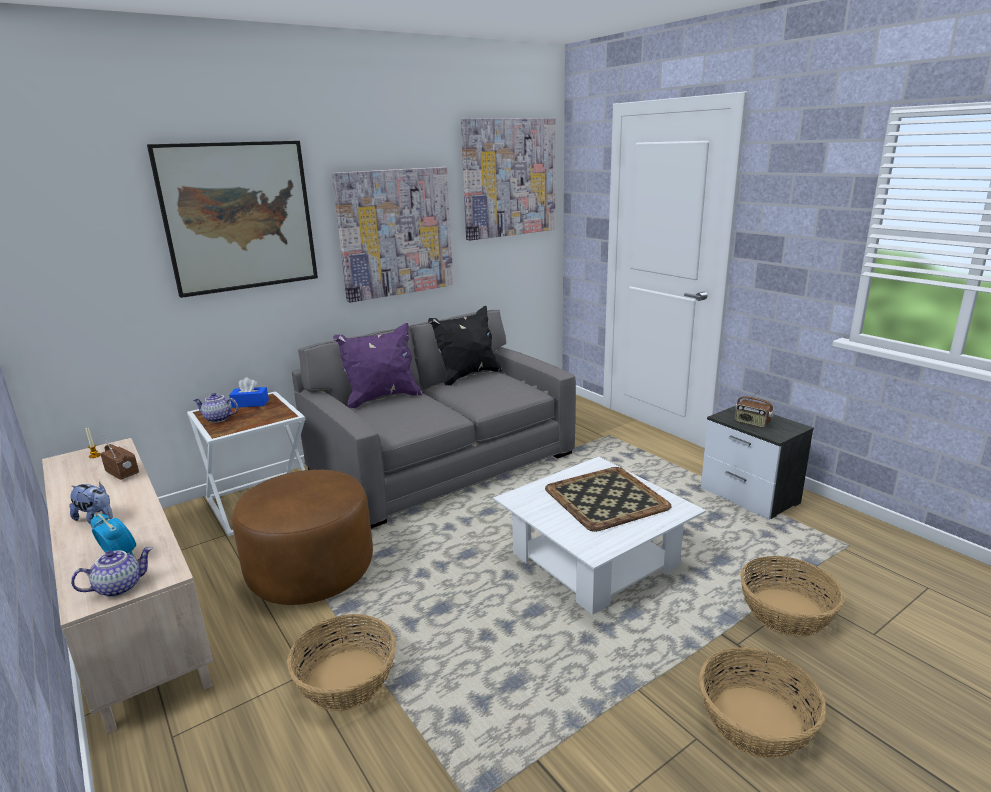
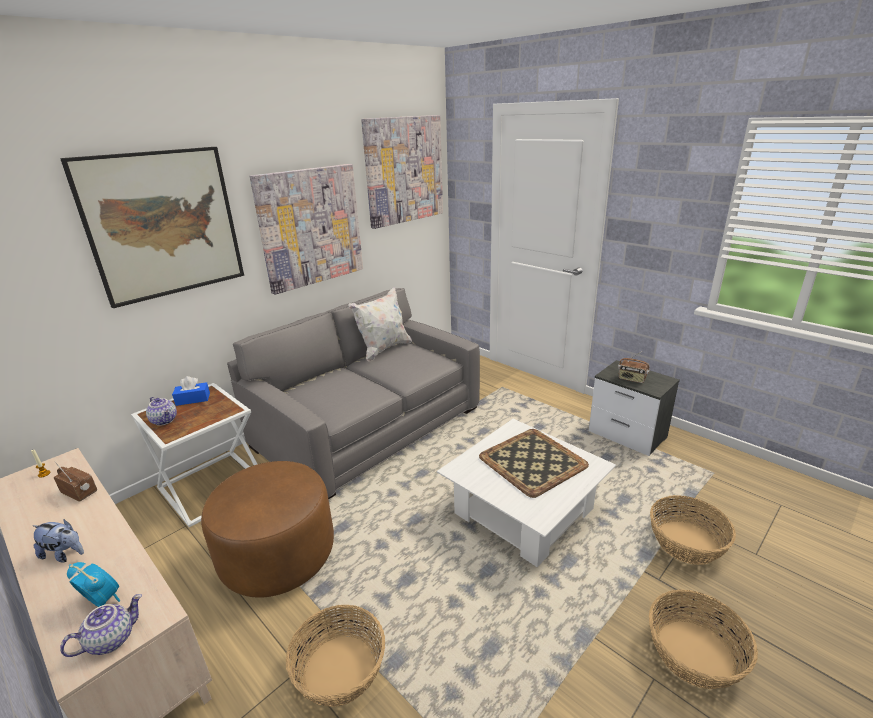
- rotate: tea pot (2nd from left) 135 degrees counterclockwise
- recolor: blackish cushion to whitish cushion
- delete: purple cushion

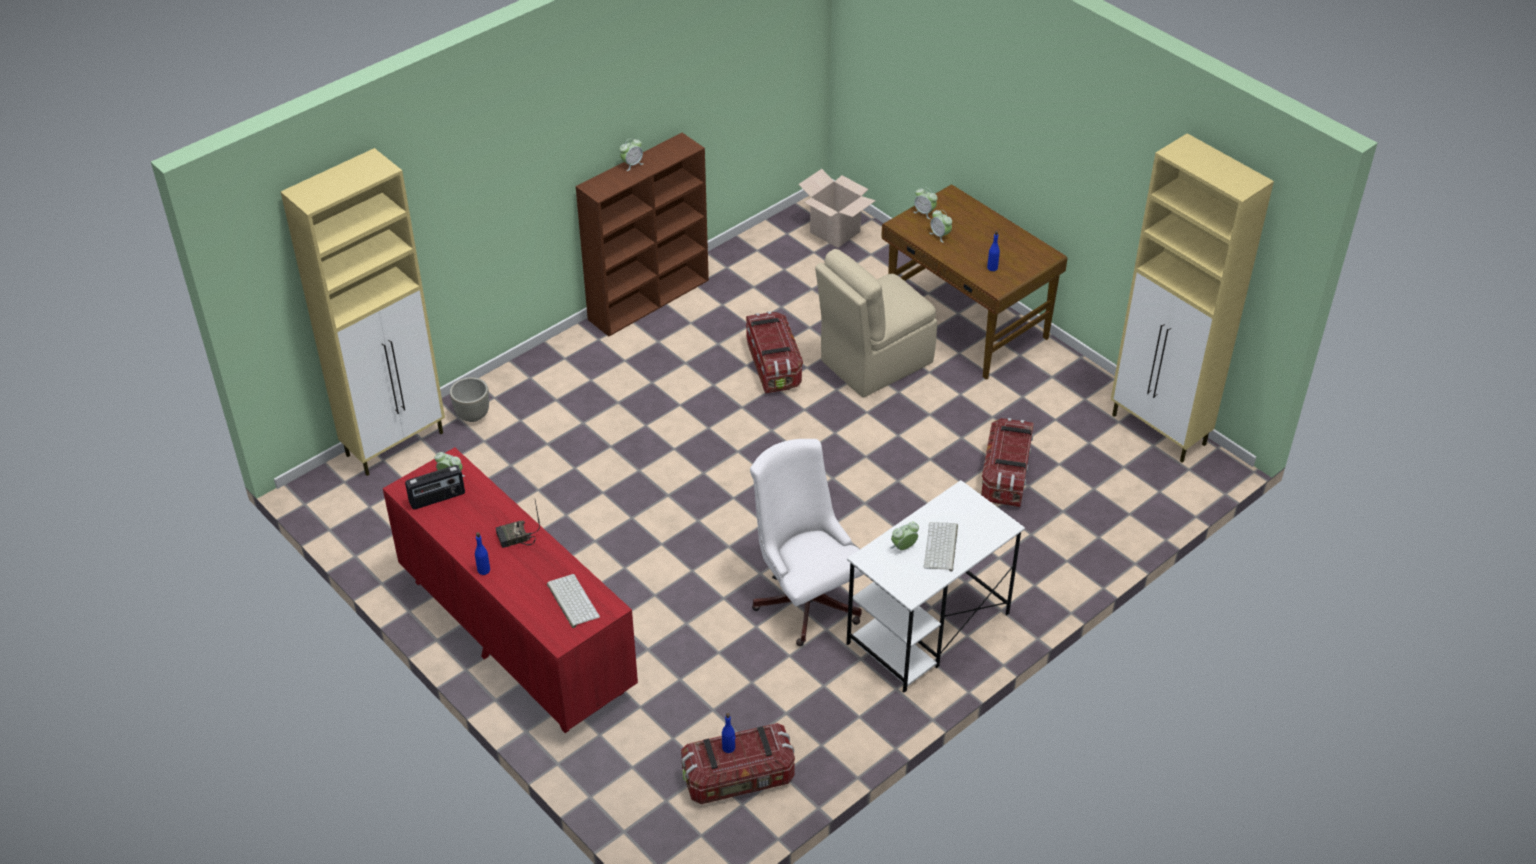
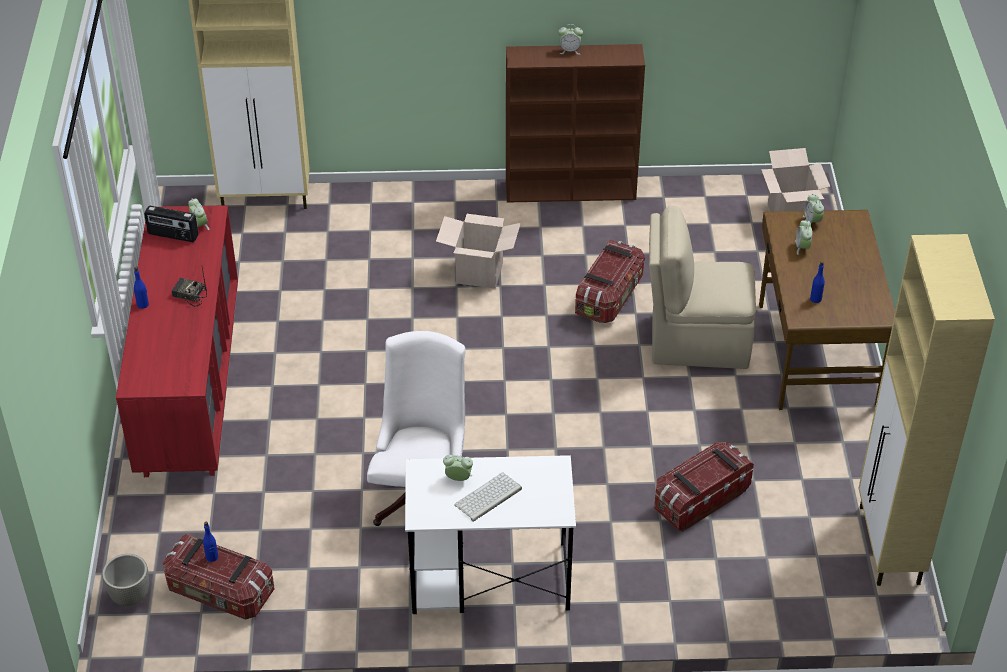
- move: greyish flower pot
- insert: carton (1st from left)
- delete: computer keyboard (1st from left)

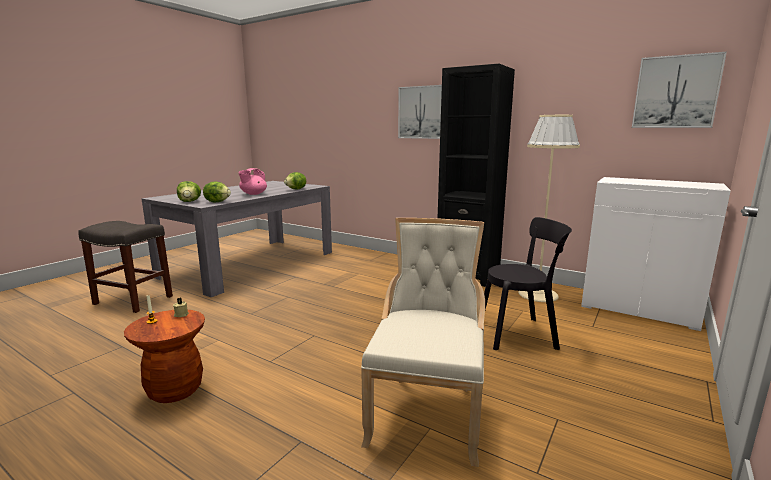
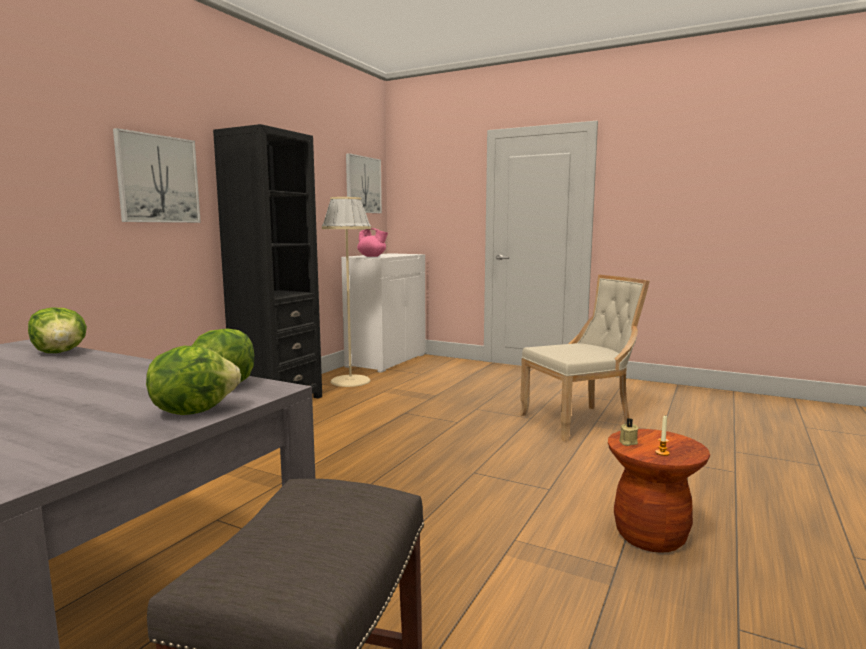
- move: pinkish tea pot
- rotate: beige upright chair 150 degrees clockwise
- delete: blackish upright chair

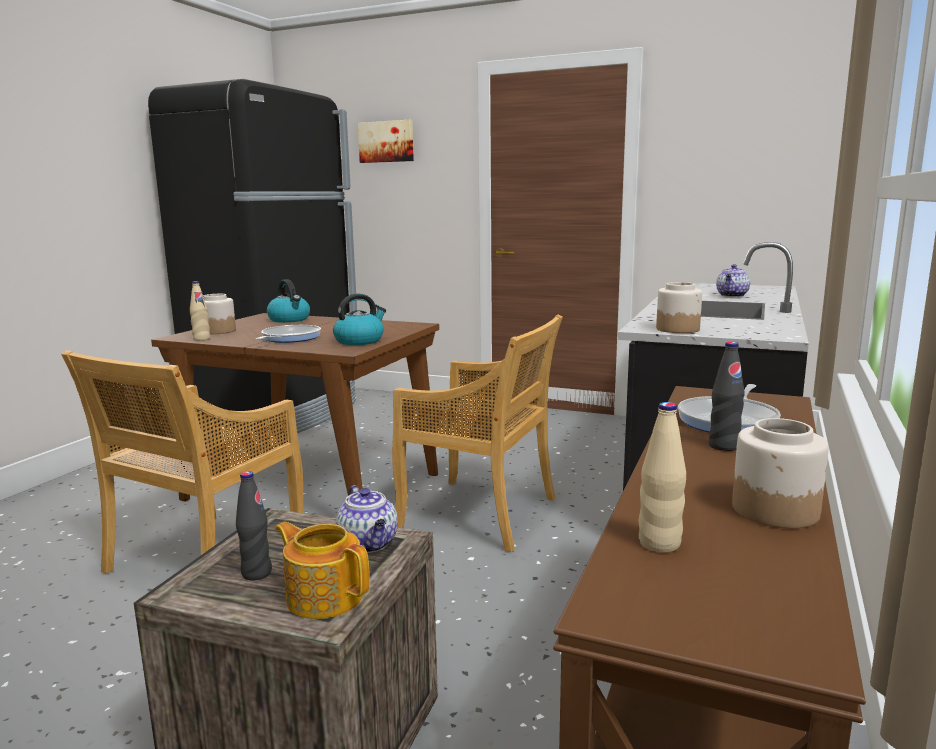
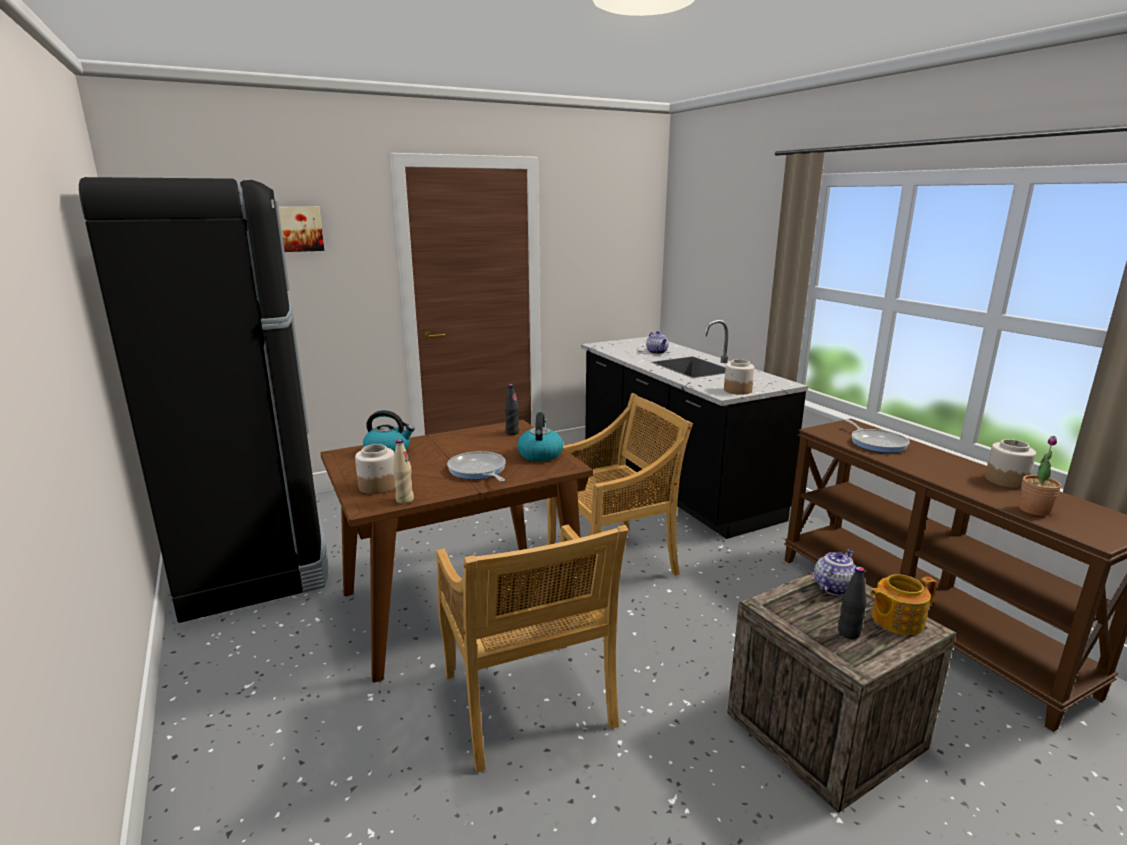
- move: blackish bottle (2nd from left in the first image) to blackish bottle (1st from left)
- rotate: tea pot (2nd from left) 60 degrees counterclockwise
- replace: beige bottle (2nd from left) to houseplant

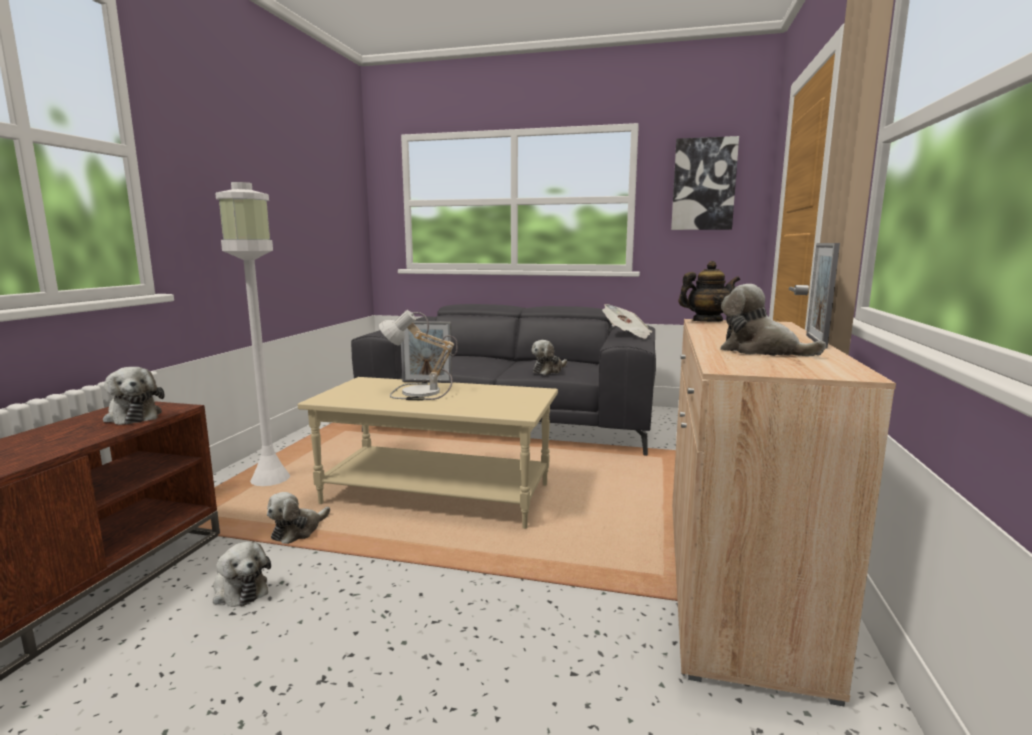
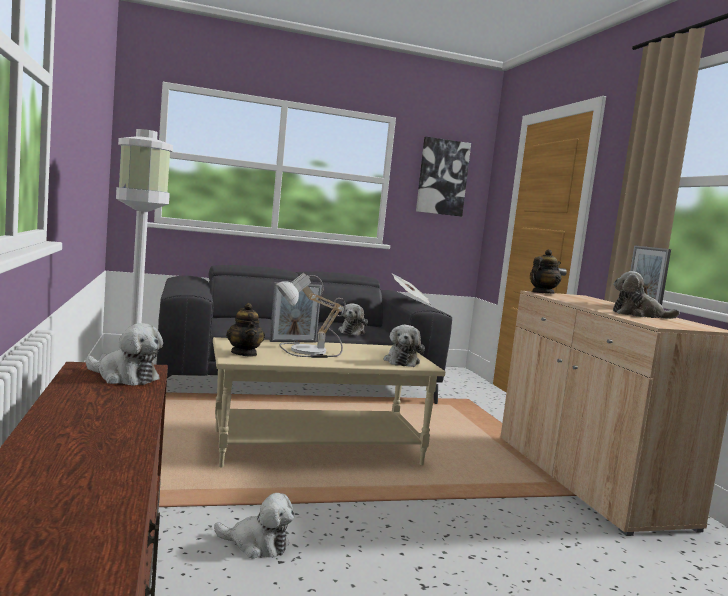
- insert: tea pot (1st from left)
- move: cuddly toy (3rd from left in the first image) to cuddly toy (4th from left)

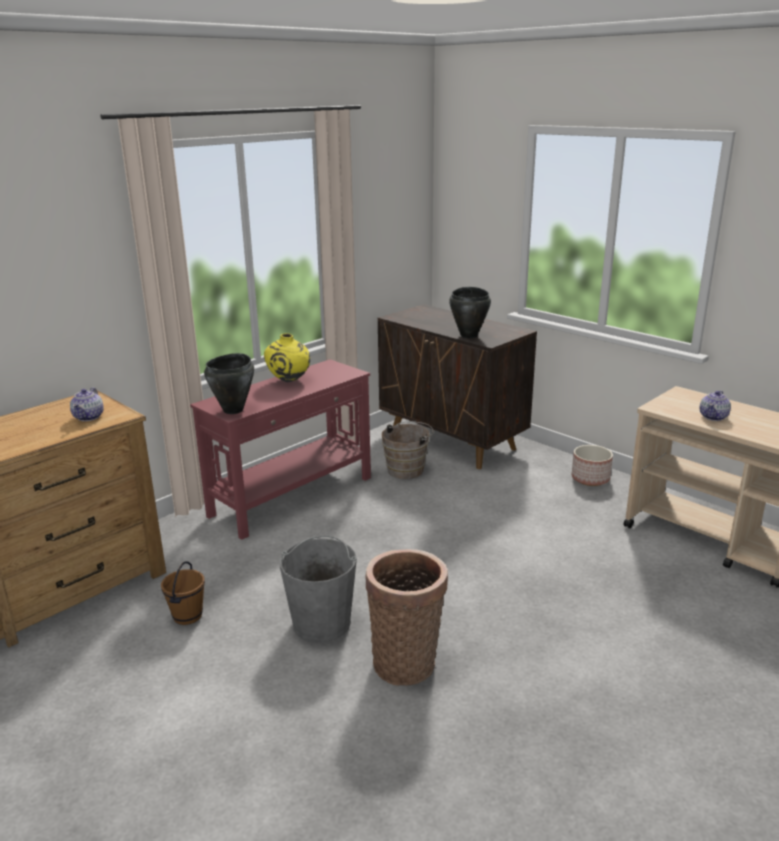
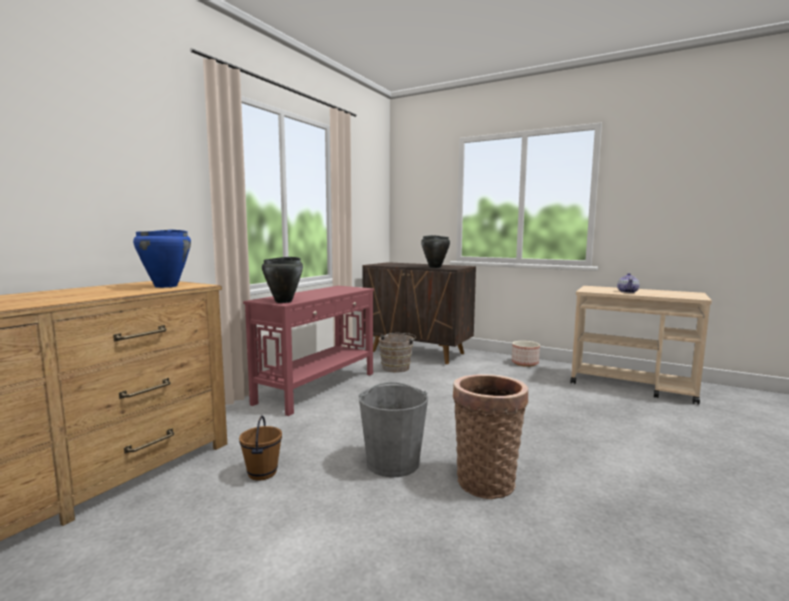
- replace: tea pot (1st from left) to bluish cooking pot
- delete: yellowish decorative vase

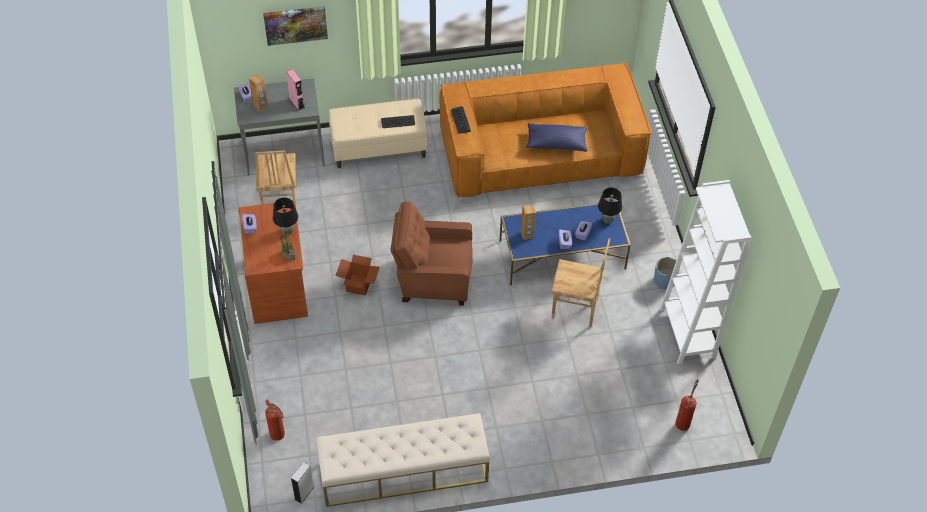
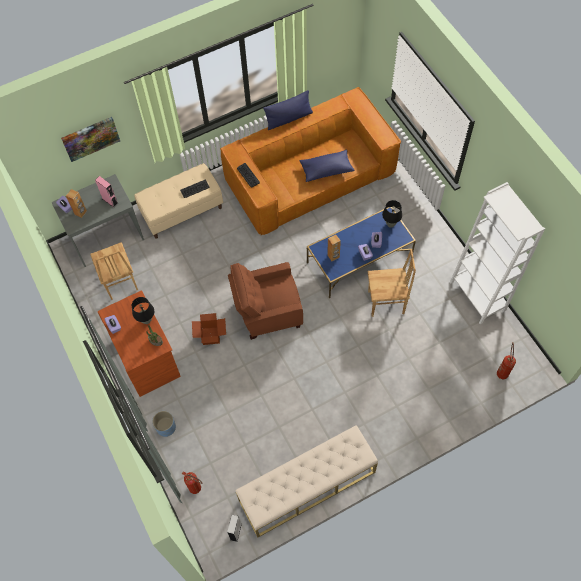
- move: bluish flower pot
- insert: bluish cushion (1st from left)

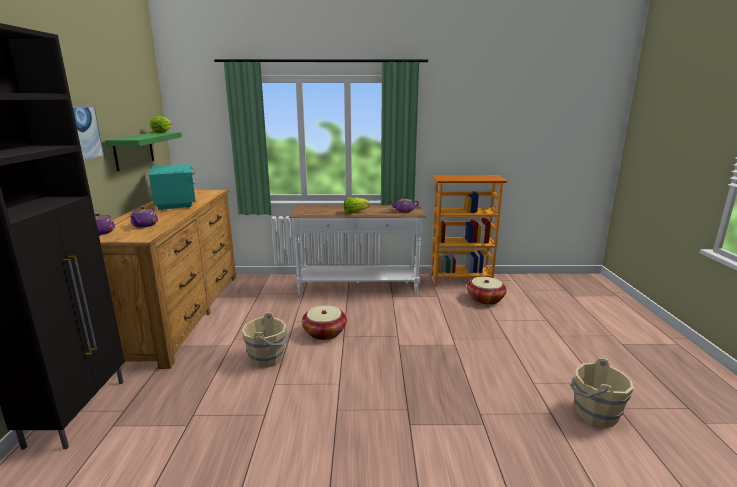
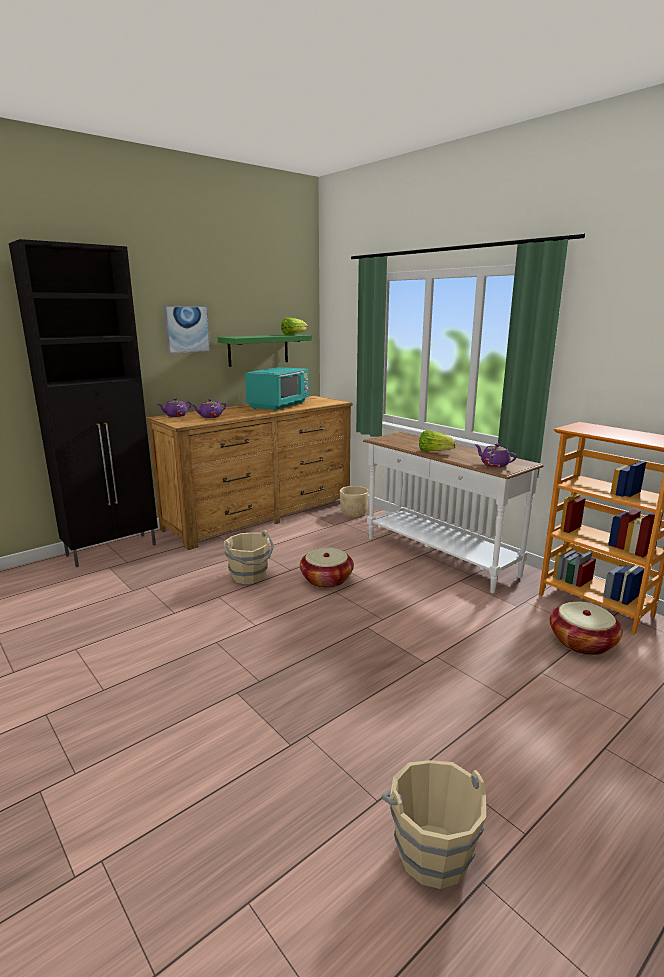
- insert: beige flower pot

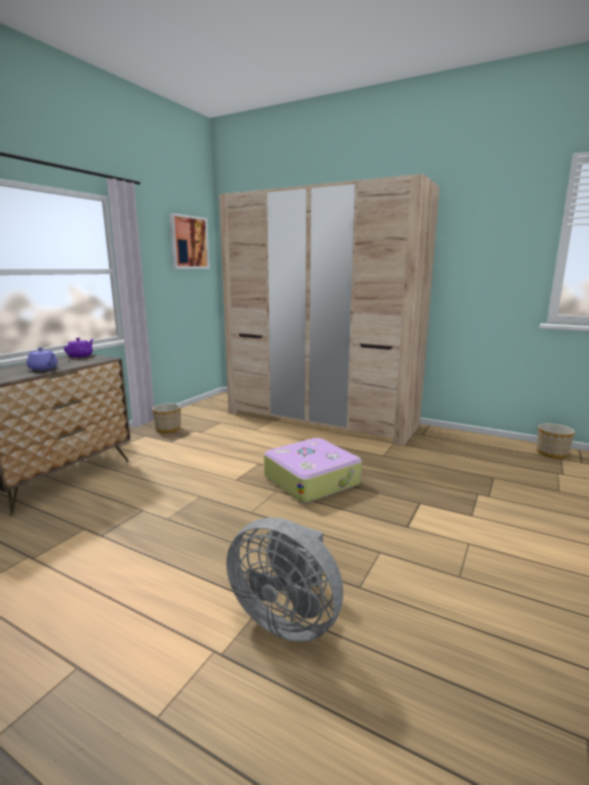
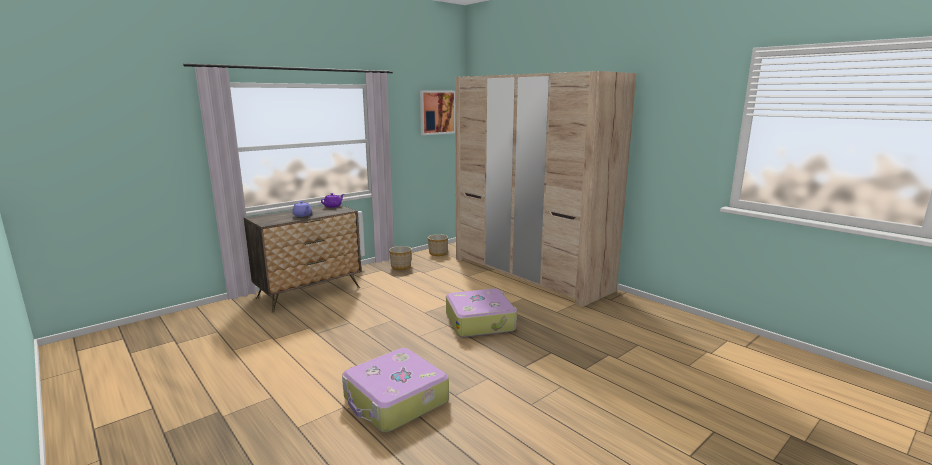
- replace: greyish electric fan to suitcase (1st from left)
- move: flower pot (2nd from left)

